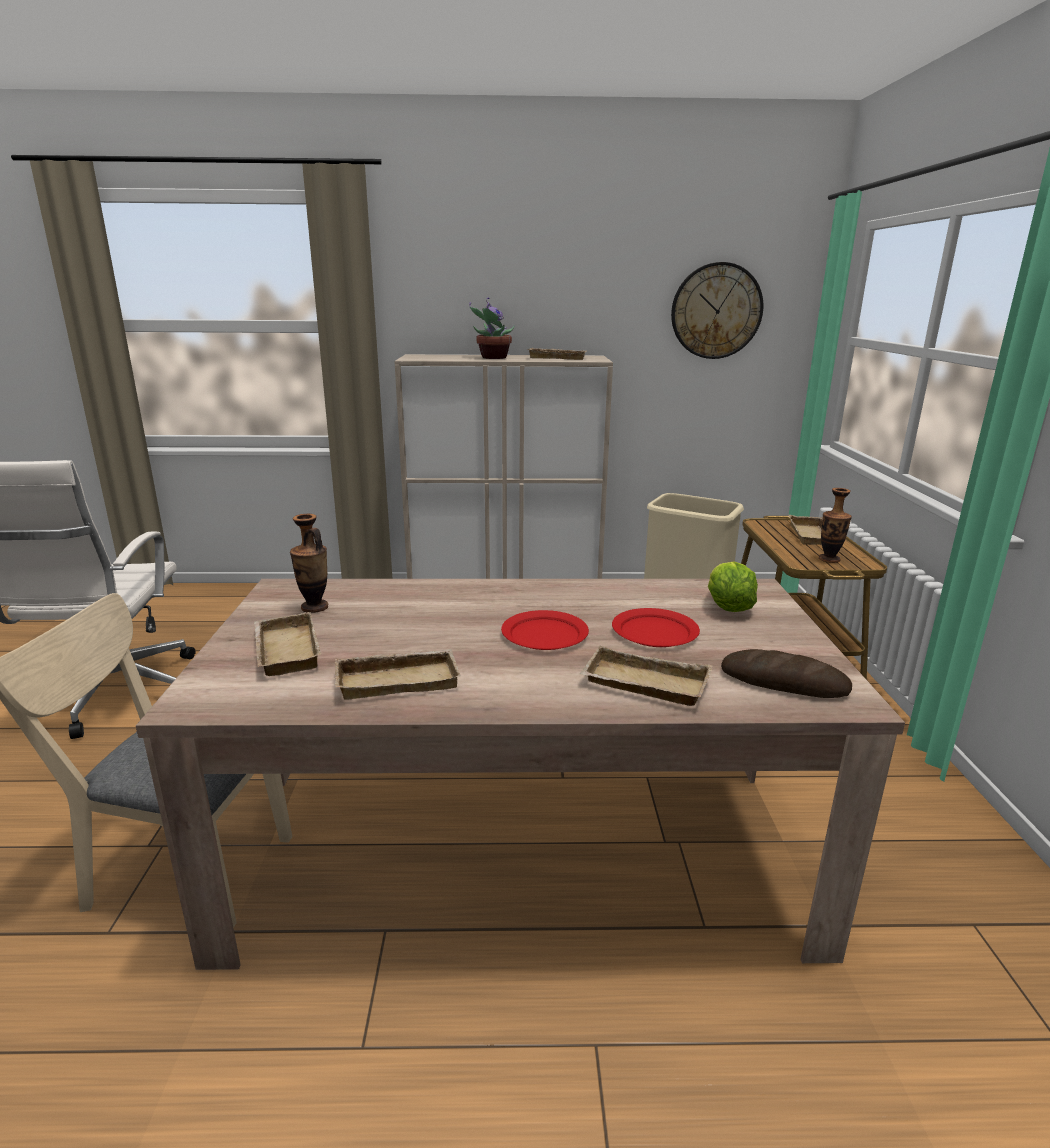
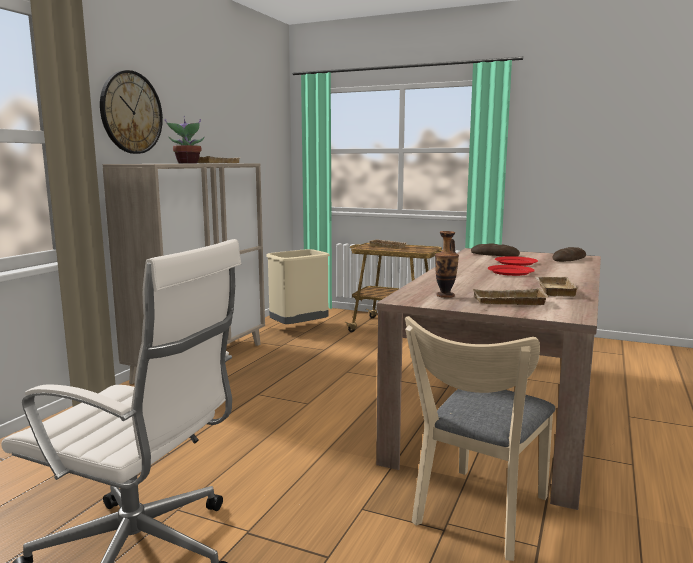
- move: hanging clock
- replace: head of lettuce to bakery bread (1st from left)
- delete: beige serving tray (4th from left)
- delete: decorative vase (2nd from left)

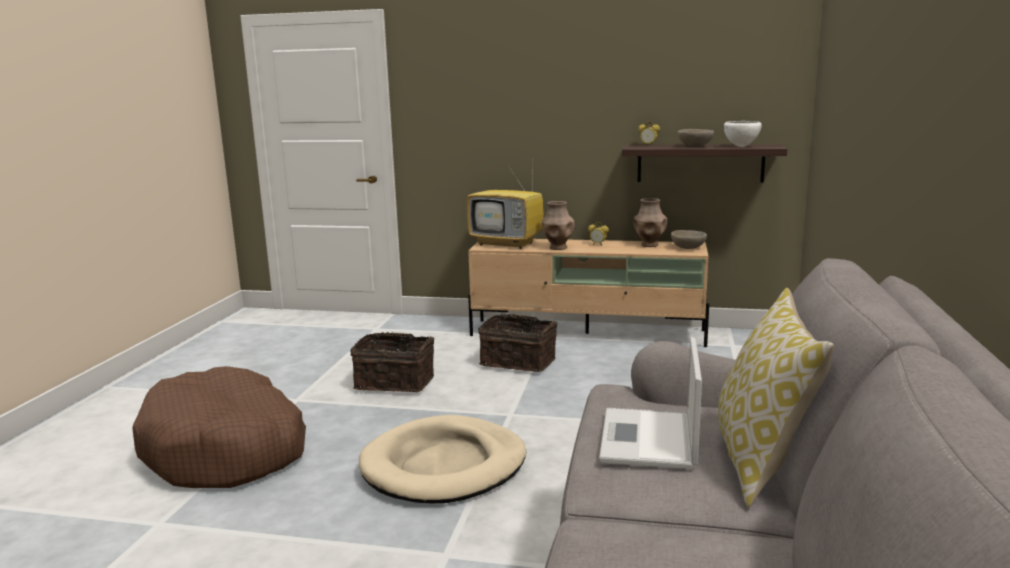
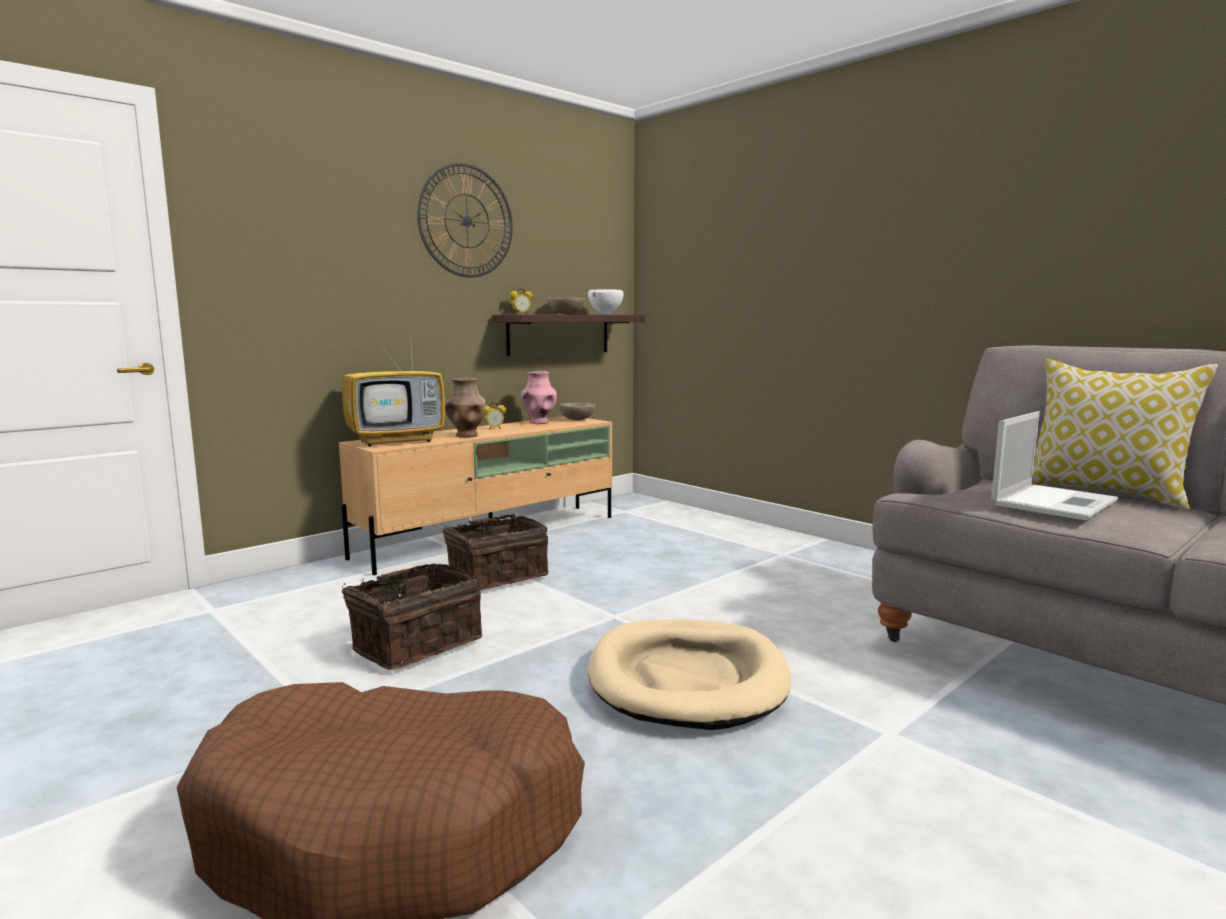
- insert: hanging clock
- recolor: brownish decorative vase (2nd from left) to pinkish decorative vase
- rotate: notebook computer 90 degrees counterclockwise

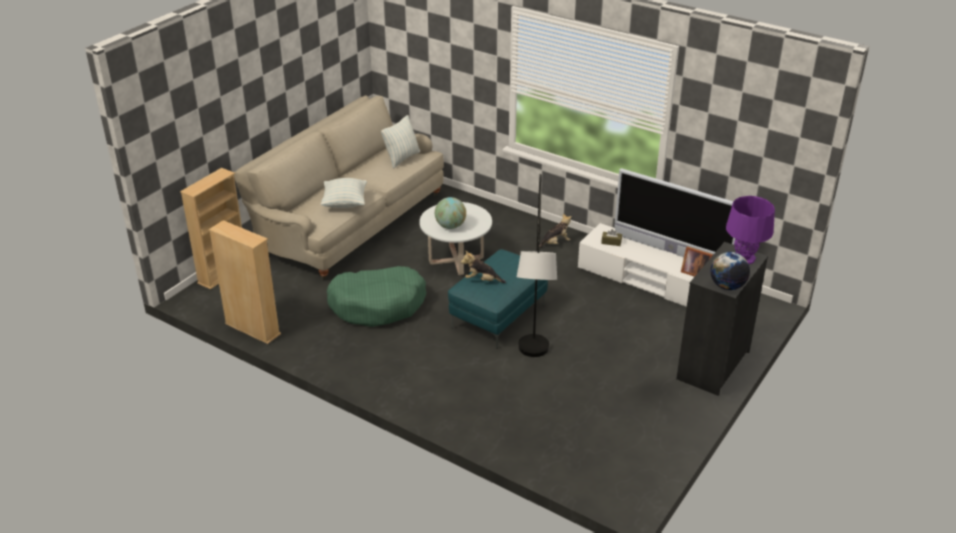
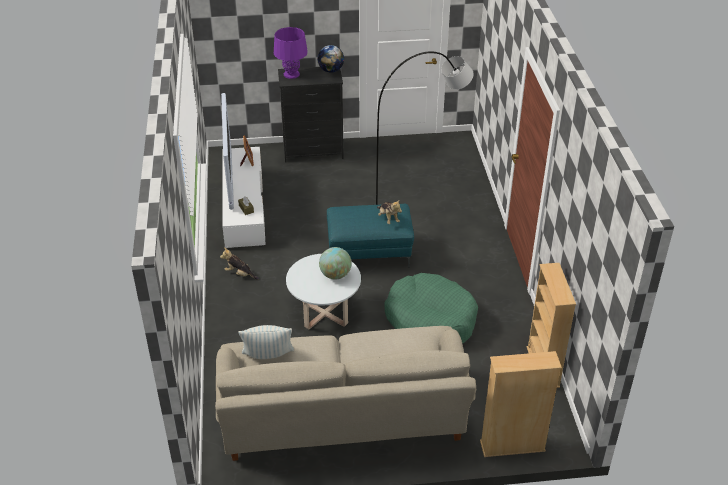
- delete: cushion (1st from left)

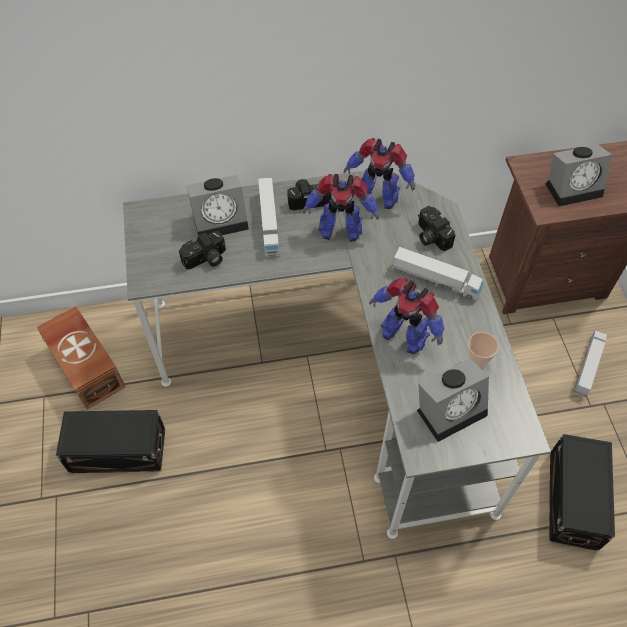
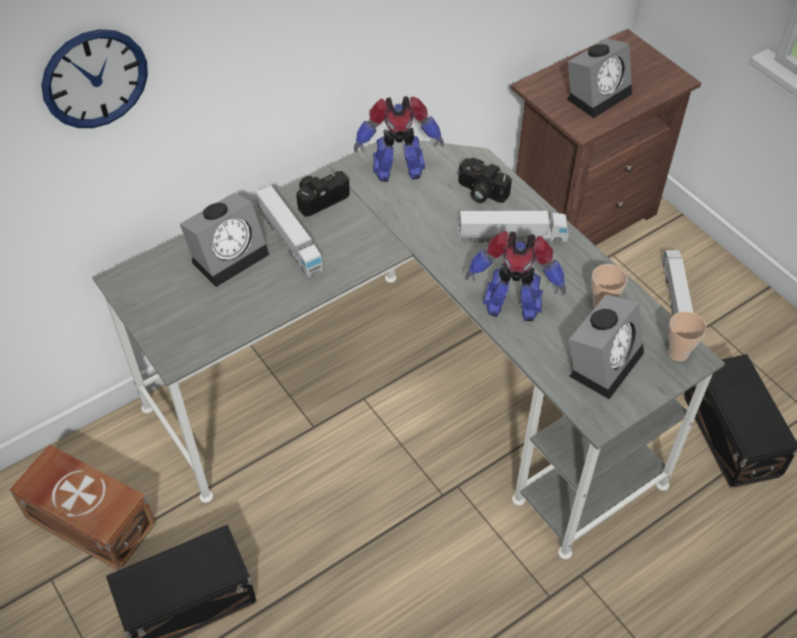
- insert: hanging clock
- insert: cup (2nd from left)
- delete: photo camera (1st from left)
- delete: robot figure (1st from left)

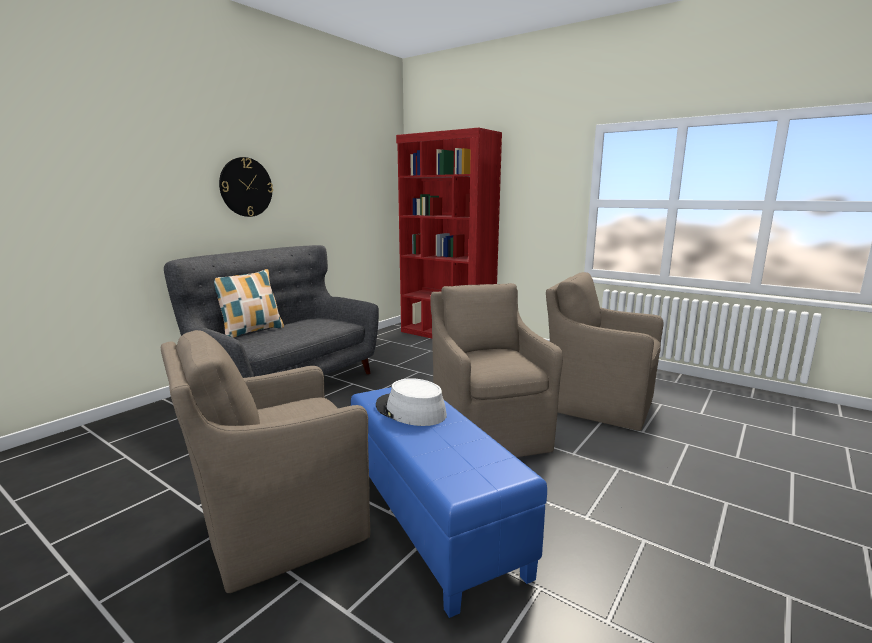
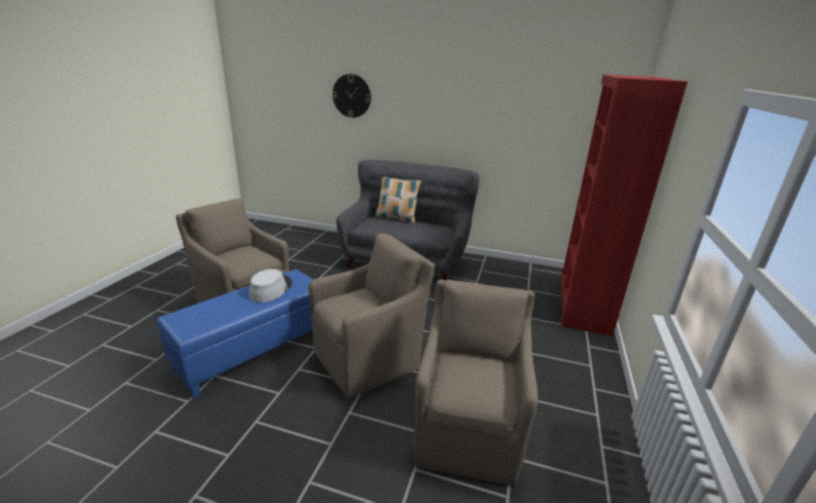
- move: hanging clock

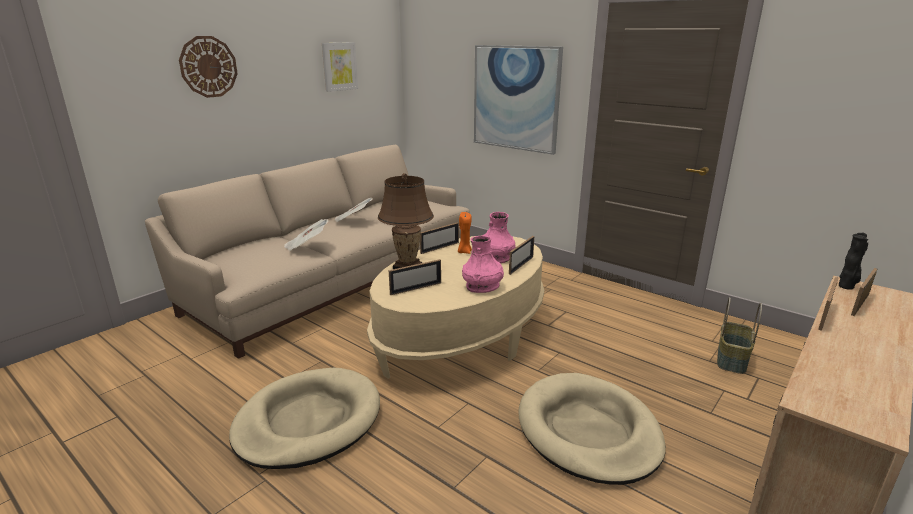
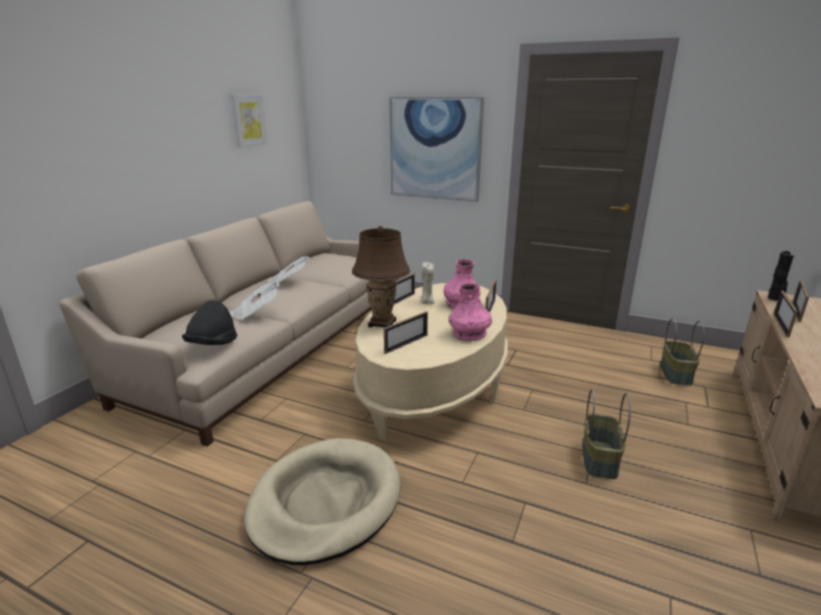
- insert: blackish clothing hat
- recolor: orange-coloured wax light to beige wax light
- replace: beige pet bed (2nd from left) to storage basket (1st from left)
- delete: hanging clock

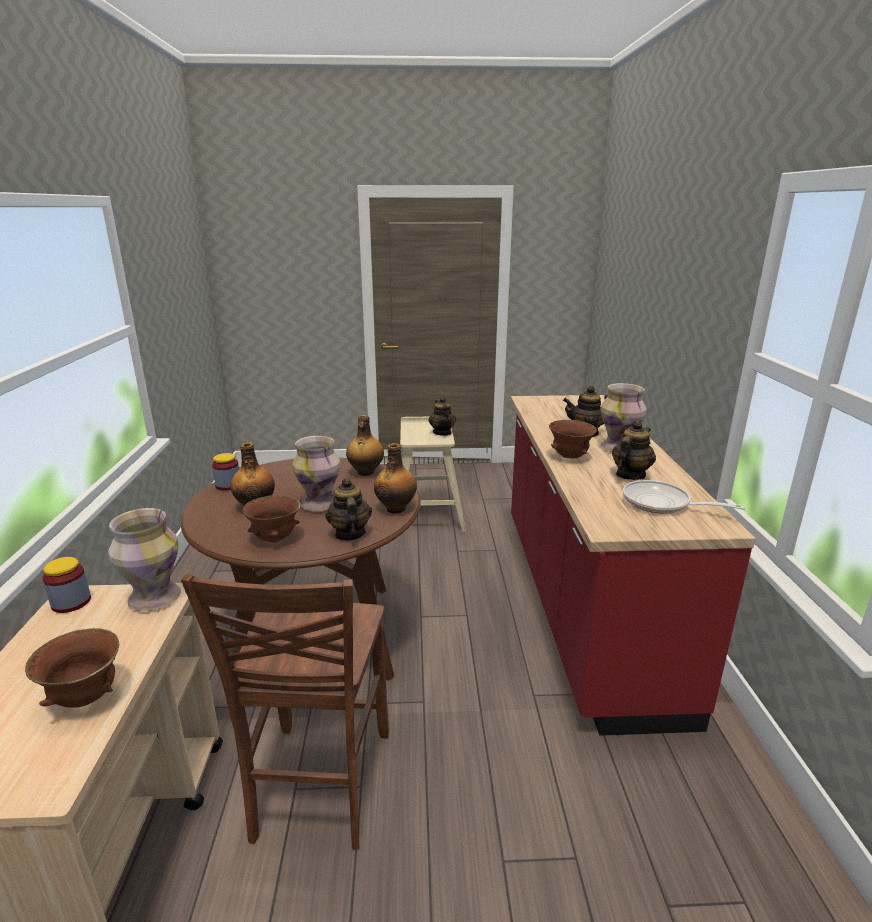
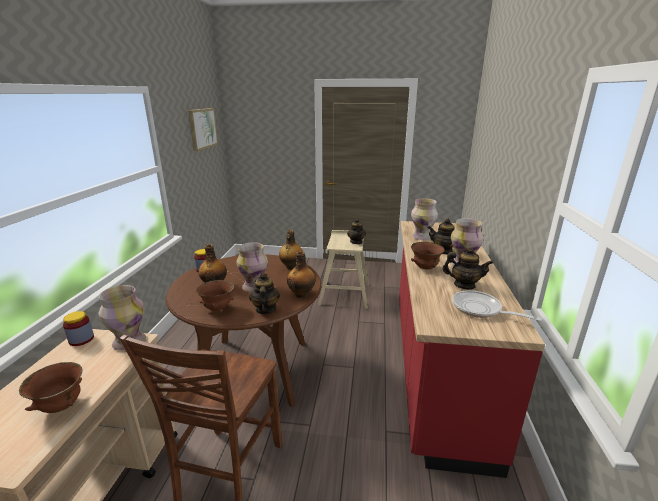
- insert: picture
- insert: decorative vase (3rd from left)
- rotate: tea pot (4th from left) 60 degrees clockwise

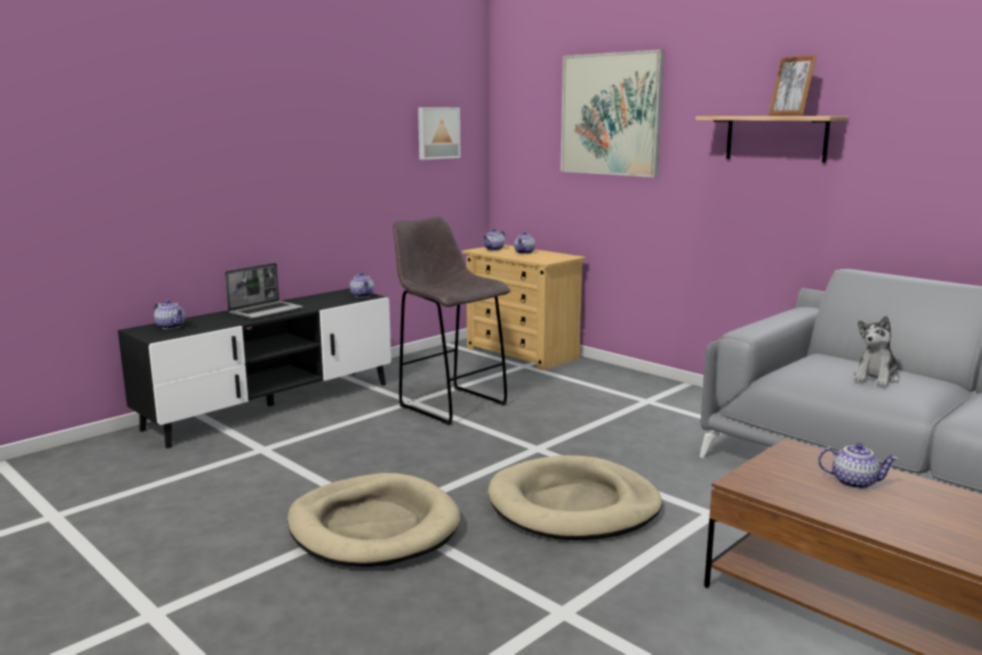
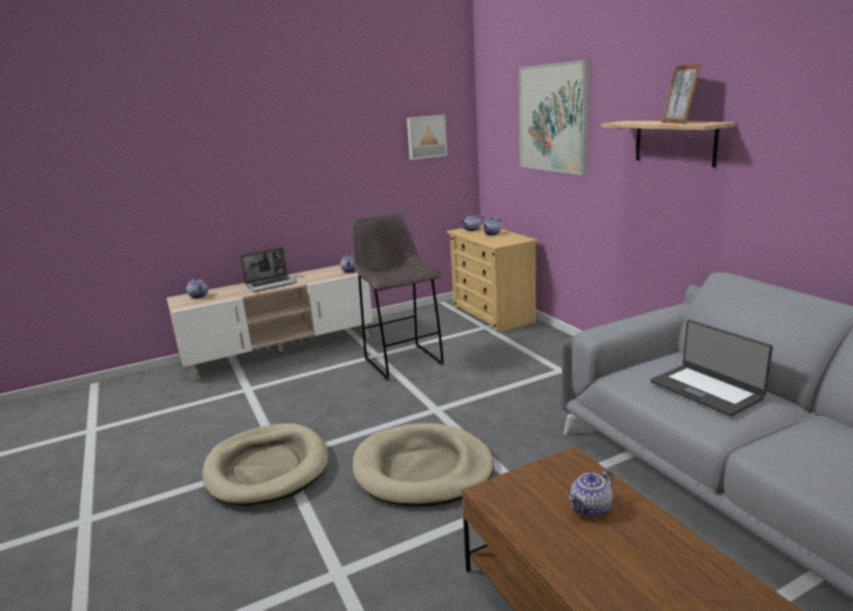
- recolor: blackish media console to beige media console
- rotate: tea pot (5th from left) 105 degrees clockwise
- replace: cuddly toy to notebook computer (2nd from left)

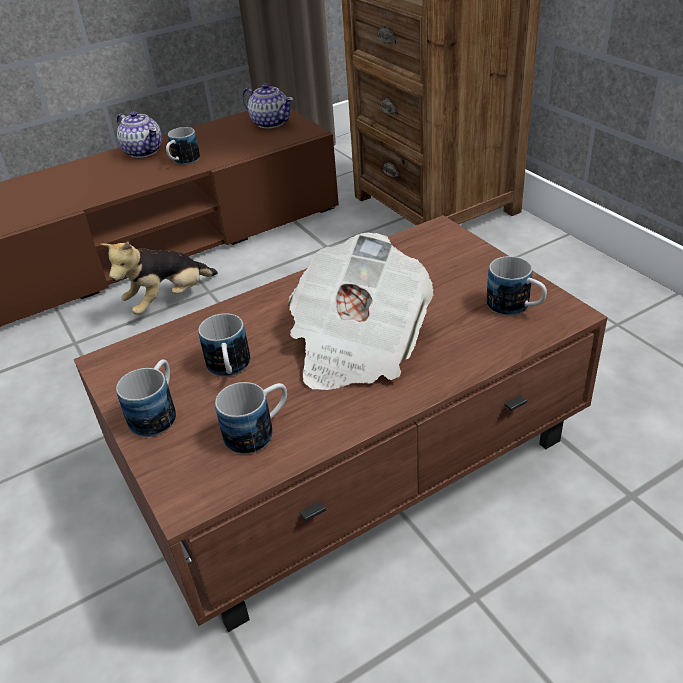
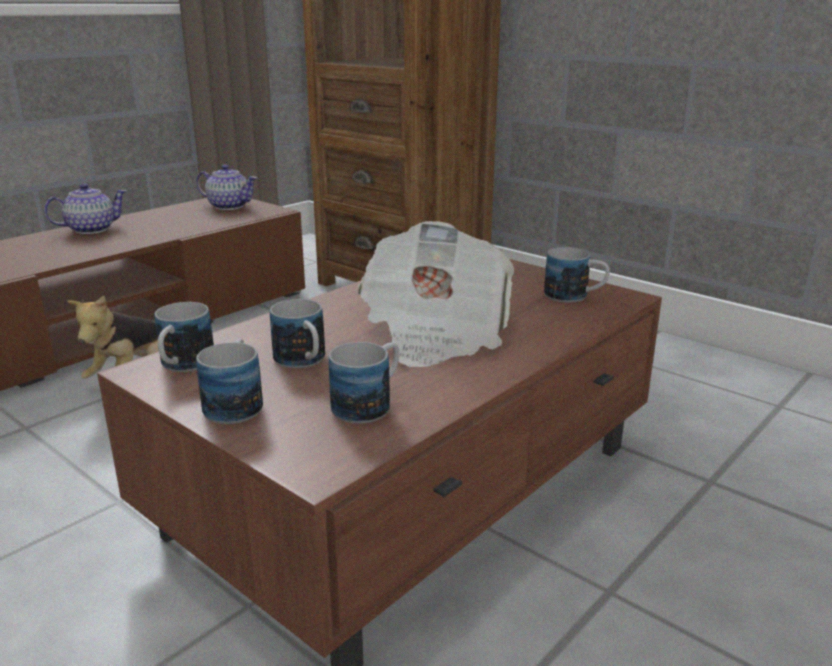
- rotate: tea pot (1st from left) 60 degrees counterclockwise
- move: tea mug (2nd from left in the first image) to tea mug (1st from left)

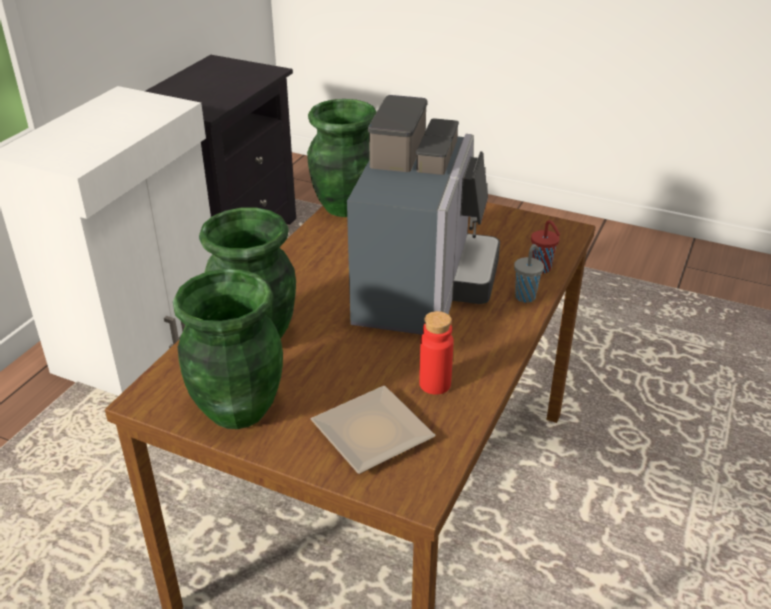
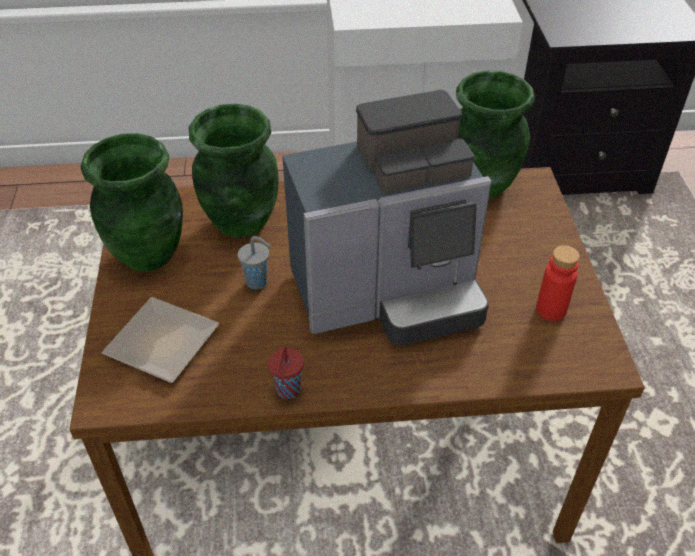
- move: greyish cup
- move: reddish cup
- move: reddish bottle

